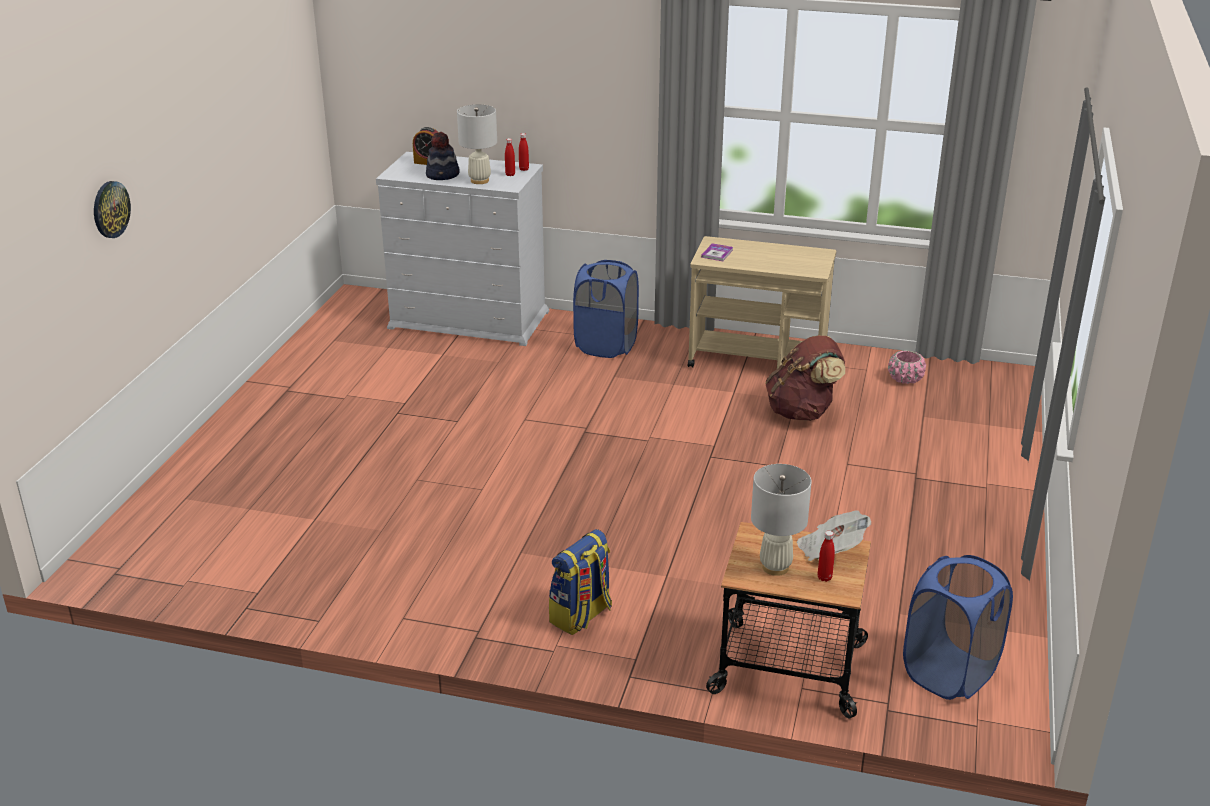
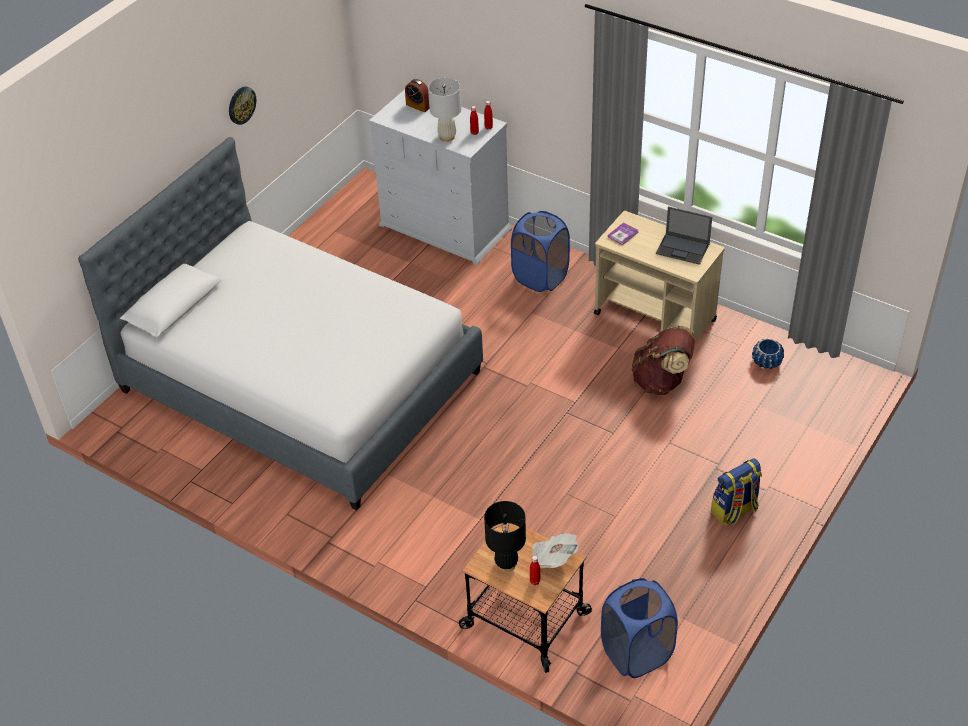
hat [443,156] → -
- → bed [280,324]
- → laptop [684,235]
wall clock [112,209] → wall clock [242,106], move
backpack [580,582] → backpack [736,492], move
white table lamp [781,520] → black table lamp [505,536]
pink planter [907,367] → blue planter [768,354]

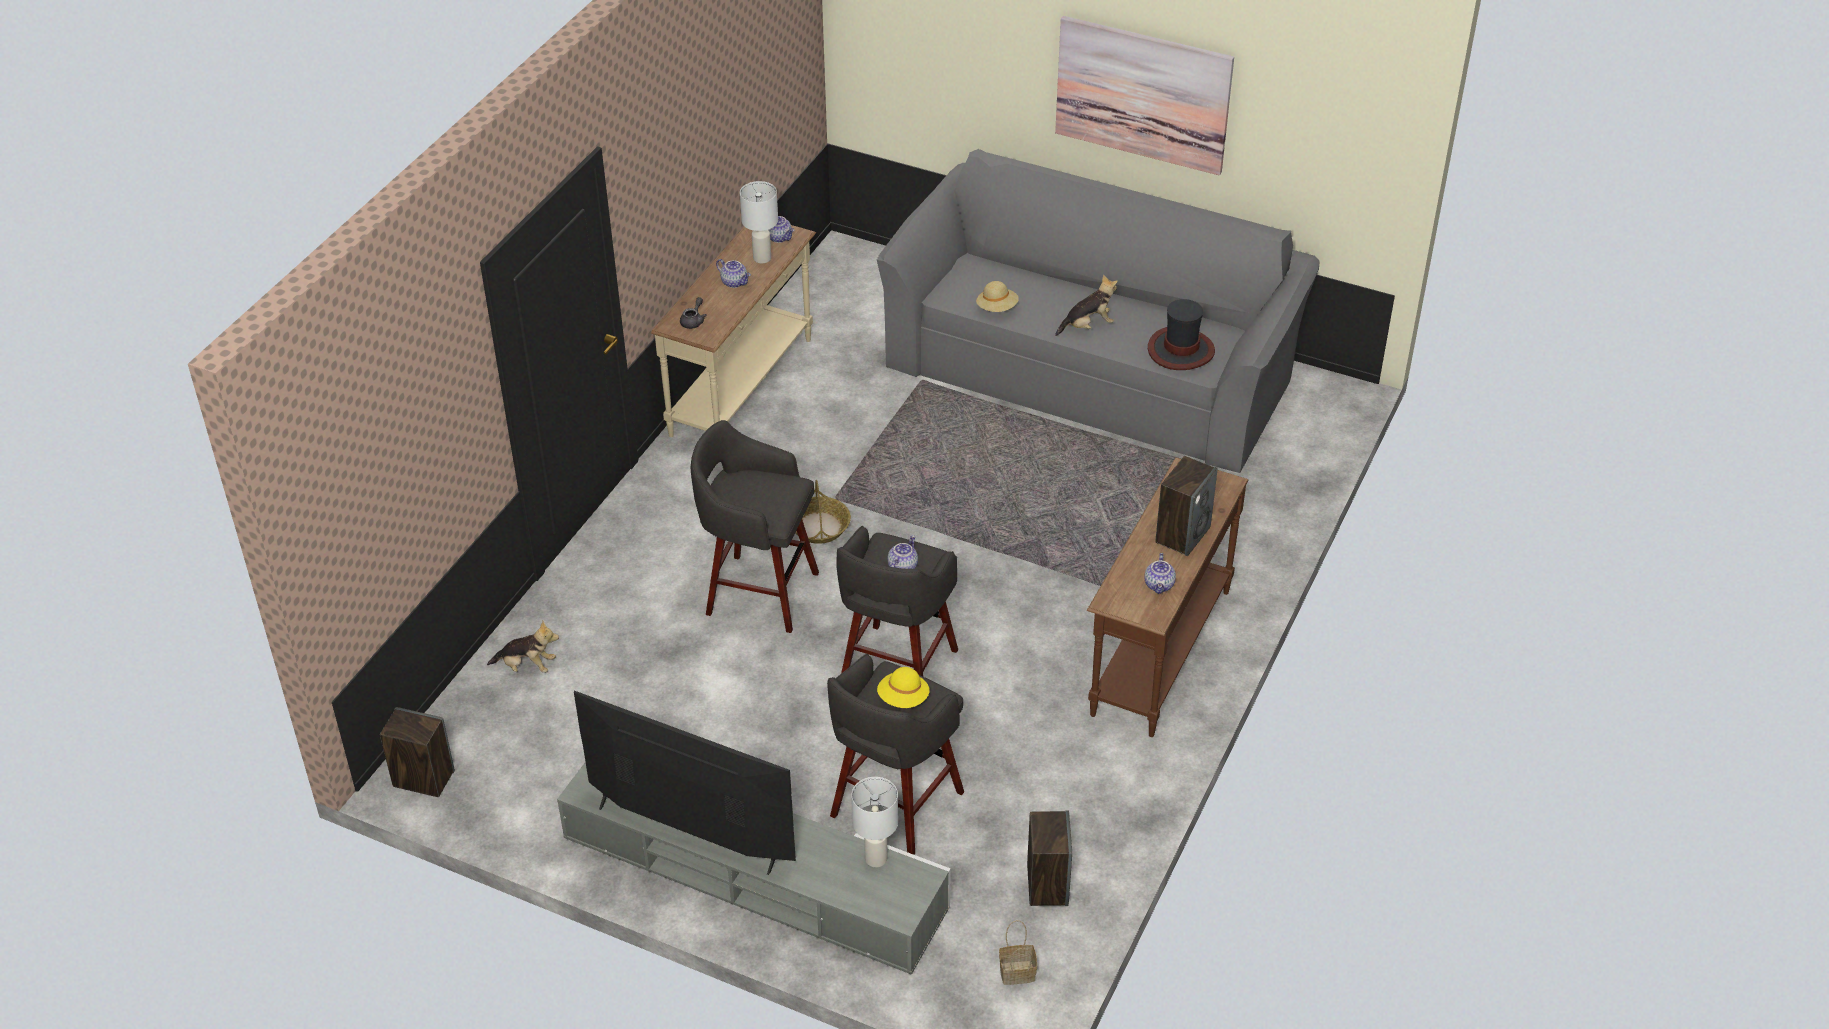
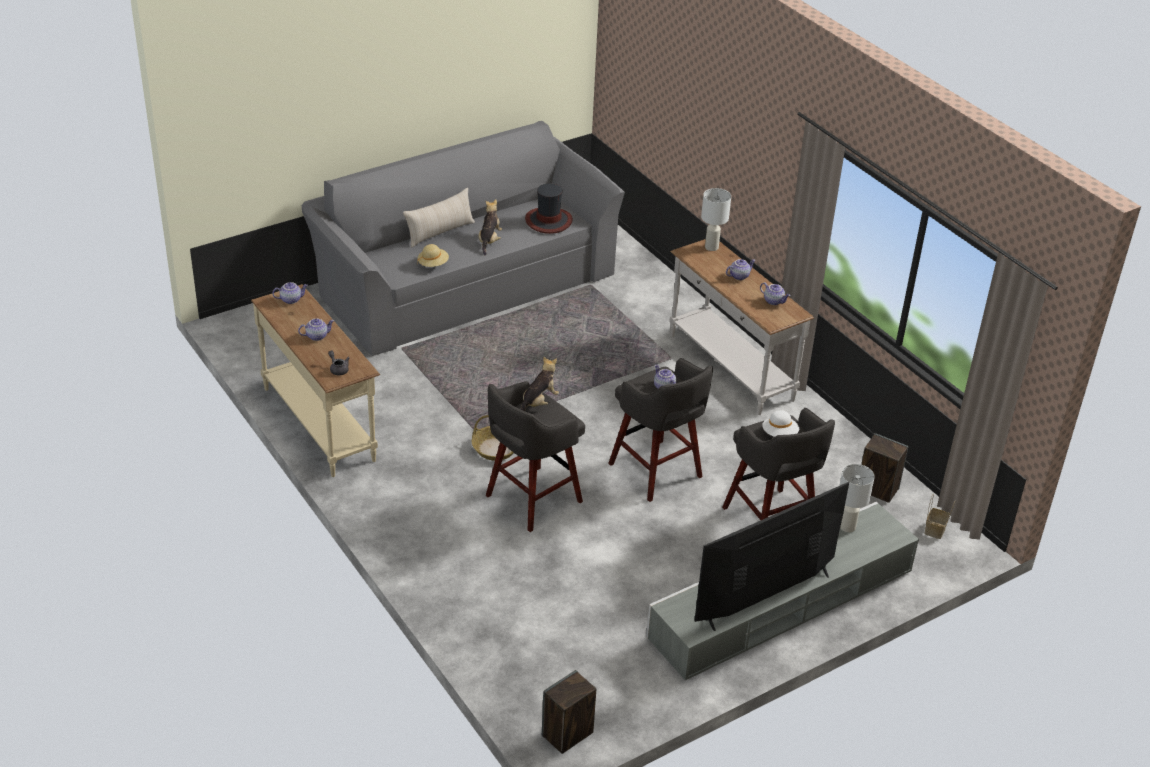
picture [1144,96] → -
- → beige pillow [439,217]
plush toy [523,647] → plush toy [539,384], move
white table lamp [759,222] → white table lamp [716,219], move
speaker [1186,506] → teapot [741,269]
yellow hat [903,687] → white hat [780,423]
brown console table [1168,597] → white console table [741,327]

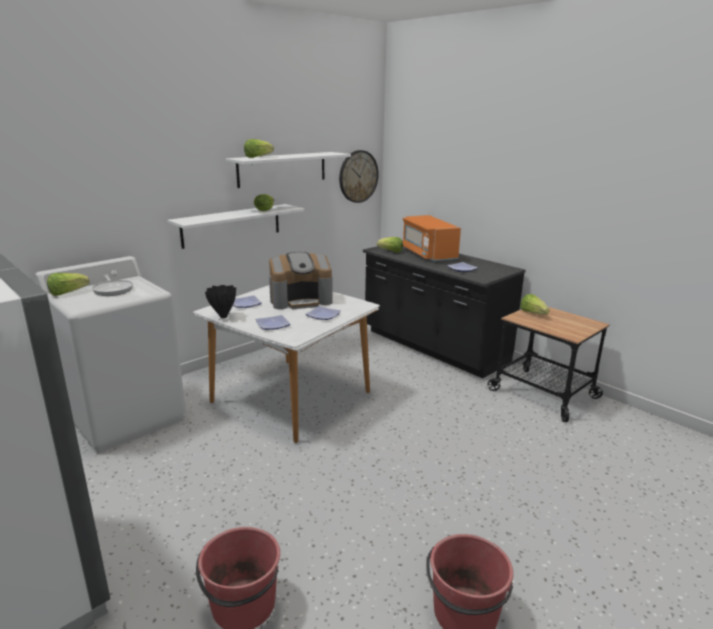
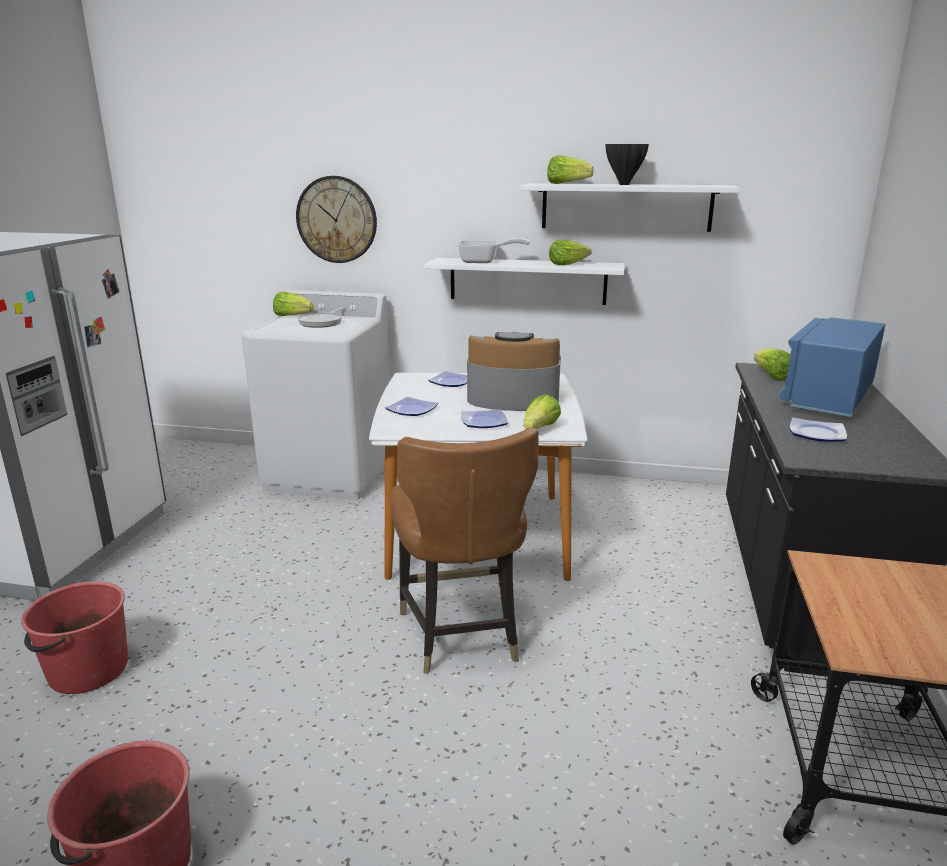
- → brown chair [464,550]
- → frying pan [493,250]
black vase [220,301] → black vase [627,164], move
wall clock [359,176] → wall clock [336,219], move
lettuce [534,304] → lettuce [542,411], move
orange microwave [432,238] → blue microwave [832,367]
coffee machine [301,280] → coffee machine [514,371], 150 degrees clockwise

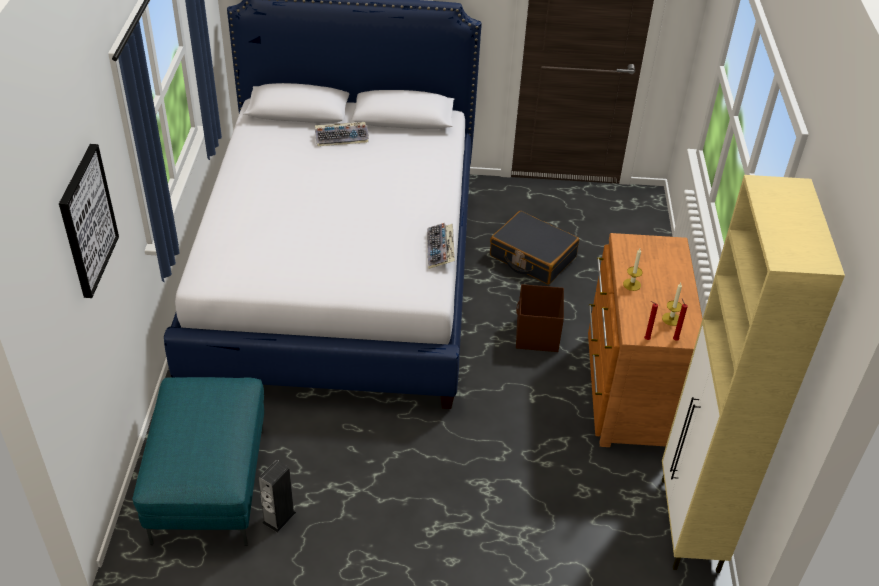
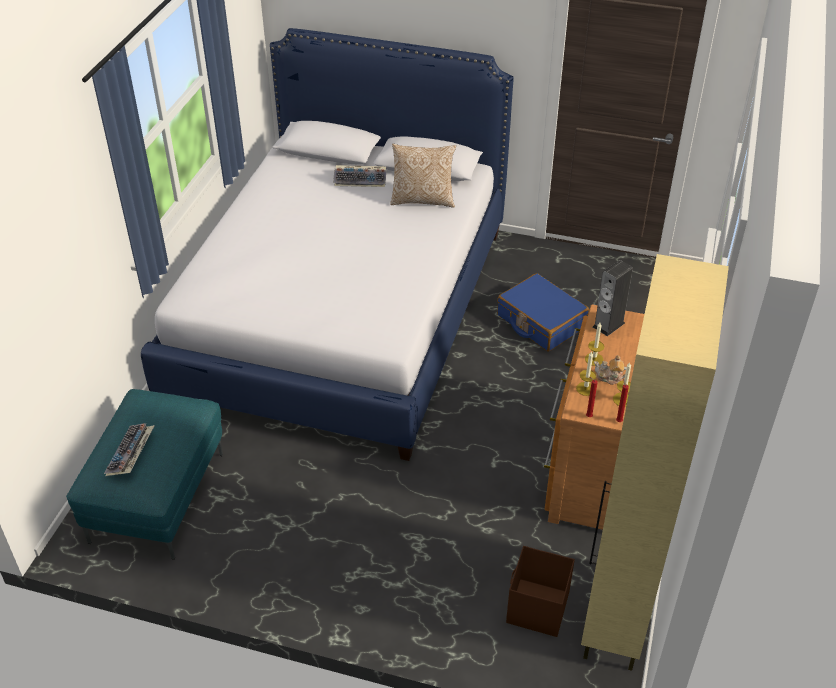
picture [89,221] → -
- → pillow [423,175]
- → candle [586,373]
- → teapot [610,370]
speaker [277,496] → speaker [613,298], move
keyboard [441,246] → keyboard [129,449], move
brown storage box [540,318] → brown storage box [540,591], move
black suitcase [534,247] → blue suitcase [543,312]

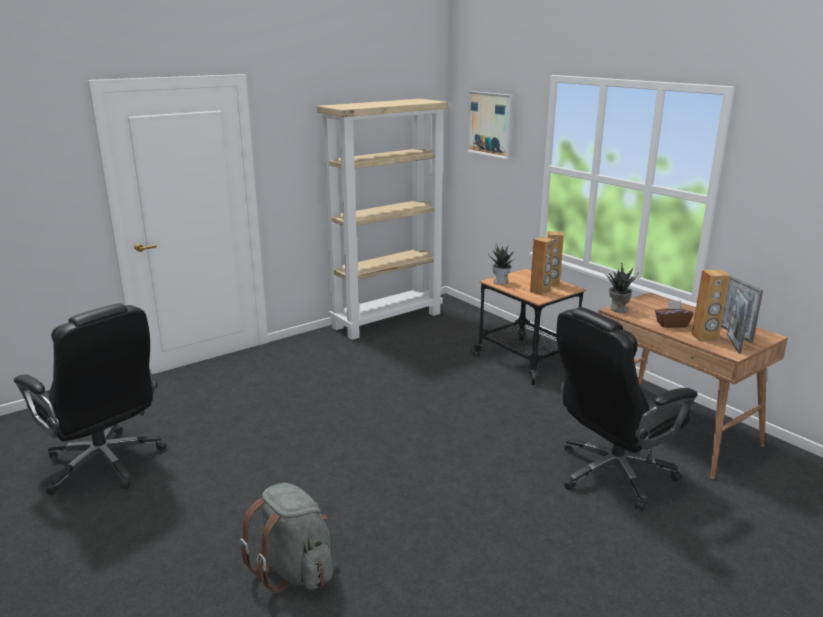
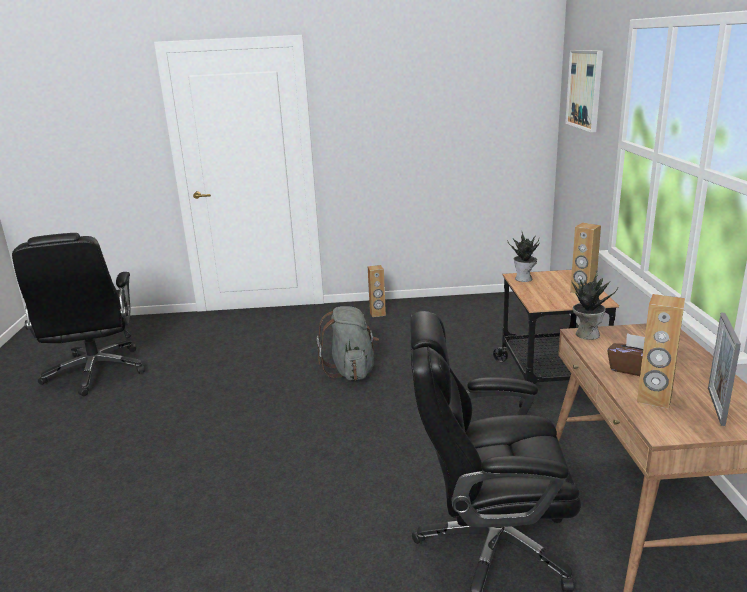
beige bookcase [383,219] → -
picture frame [739,319] → -
grey backpack [286,538] → grey backpack [348,343], move
brown speaker [542,266] → brown speaker [377,291], move

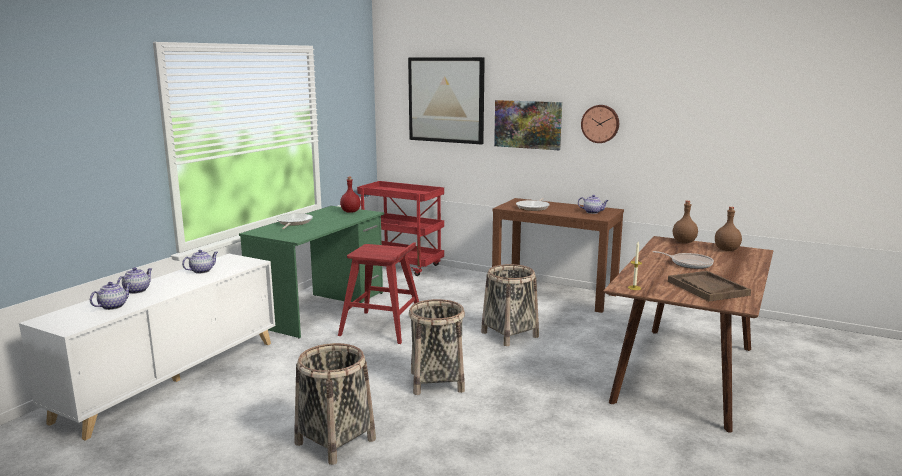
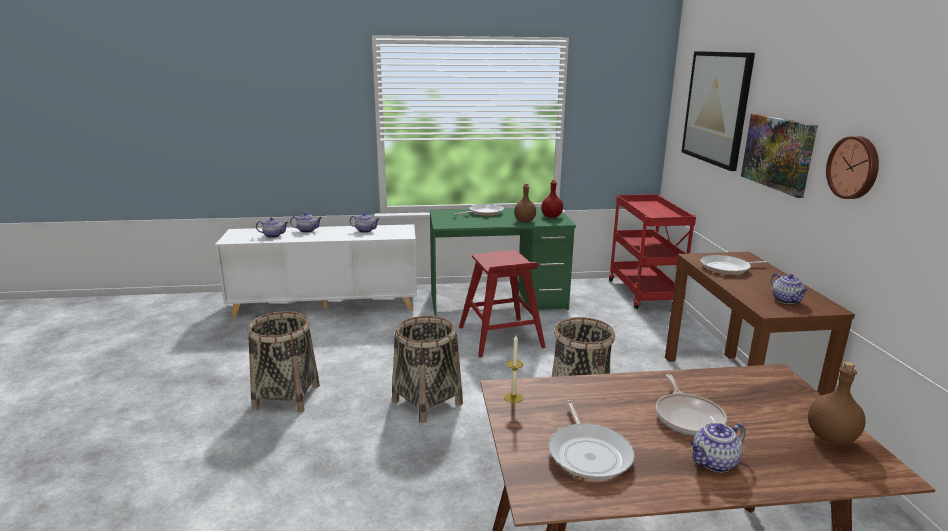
- → teapot [718,447]
brown bottle [685,222] → brown bottle [525,202], move
brown tray [709,286] → frying pan [591,440]

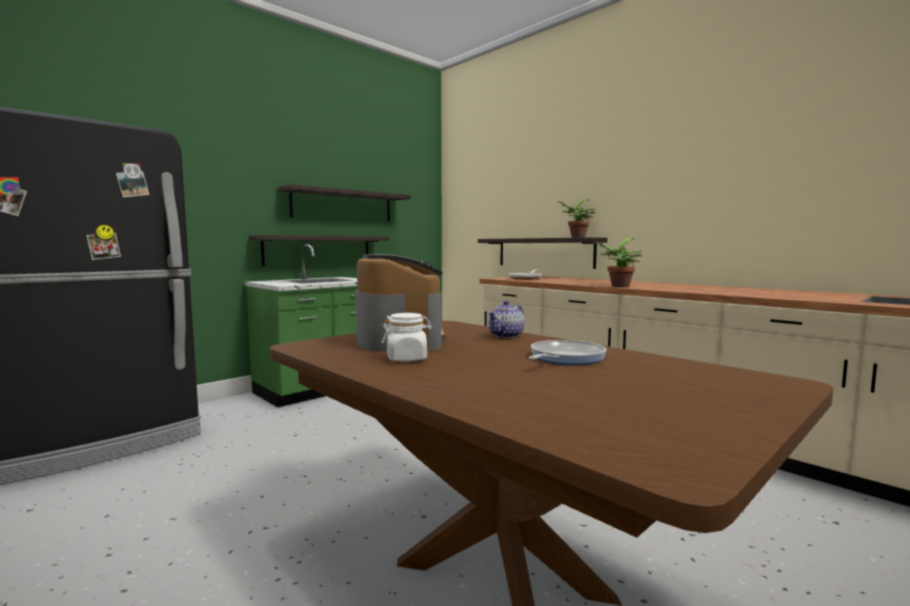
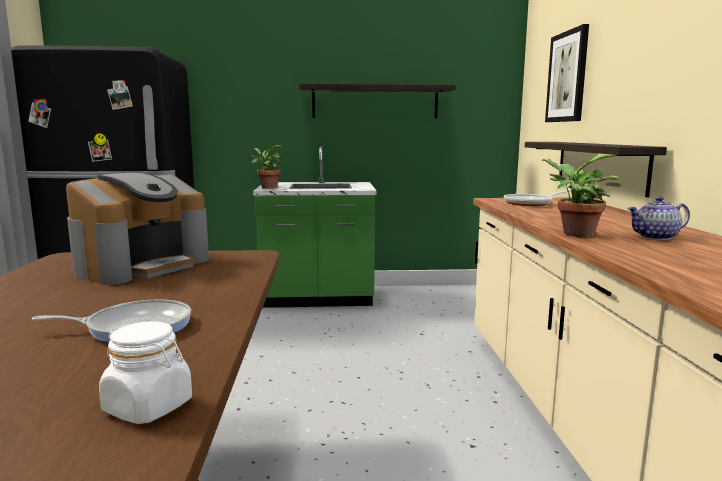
shelf [319,250] → -
- → picture [567,73]
white jar [407,337] → white jar [145,372], move
teapot [506,319] → teapot [658,218], move
potted plant [576,218] → potted plant [266,167], move

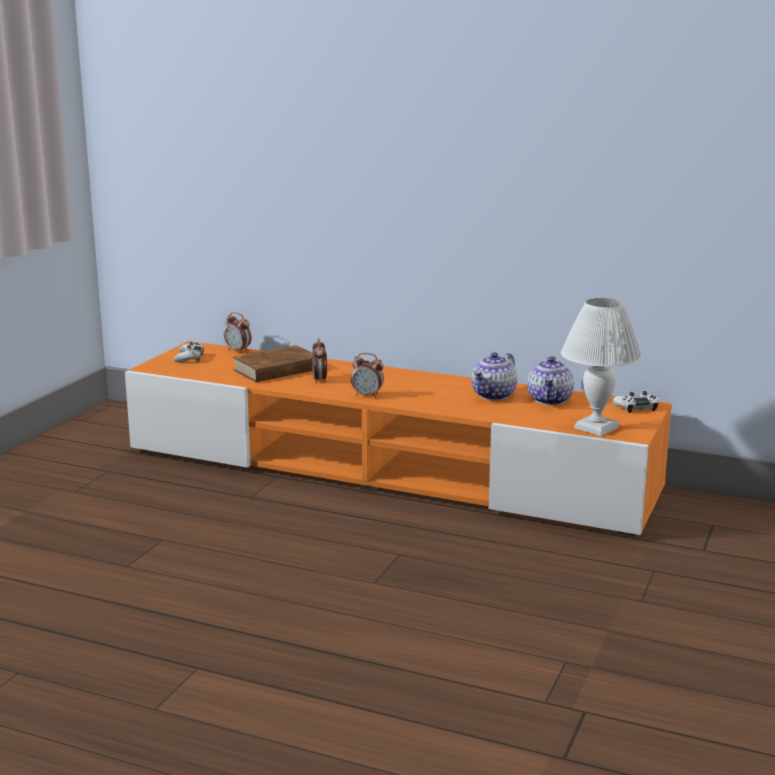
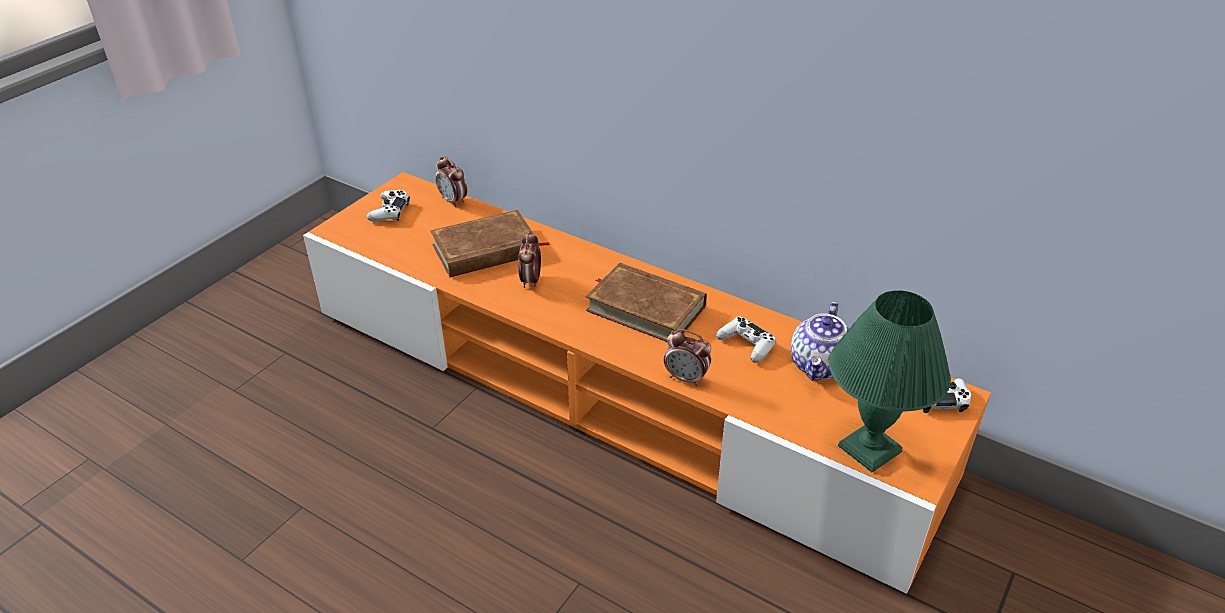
- → brown book [646,302]
alarm clock [367,375] → alarm clock [687,357], move
teapot [494,376] → white game controller [746,340]
white table lamp [601,367] → green table lamp [890,381]

